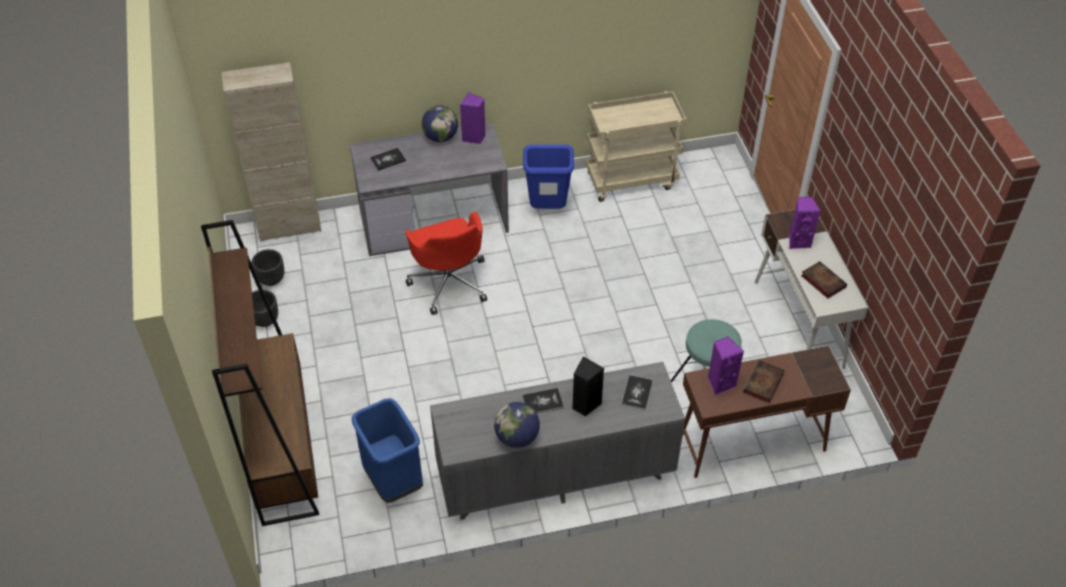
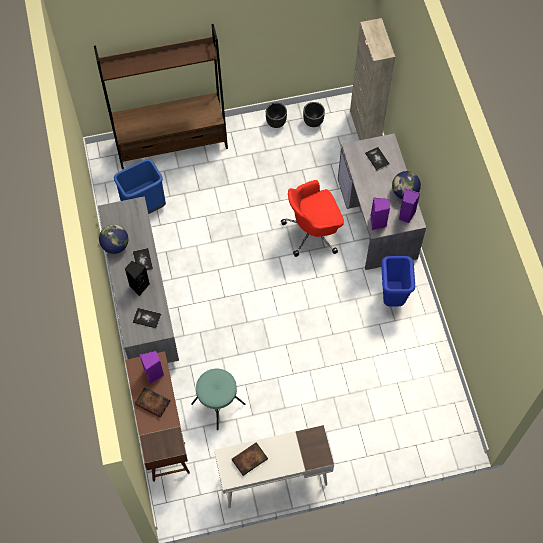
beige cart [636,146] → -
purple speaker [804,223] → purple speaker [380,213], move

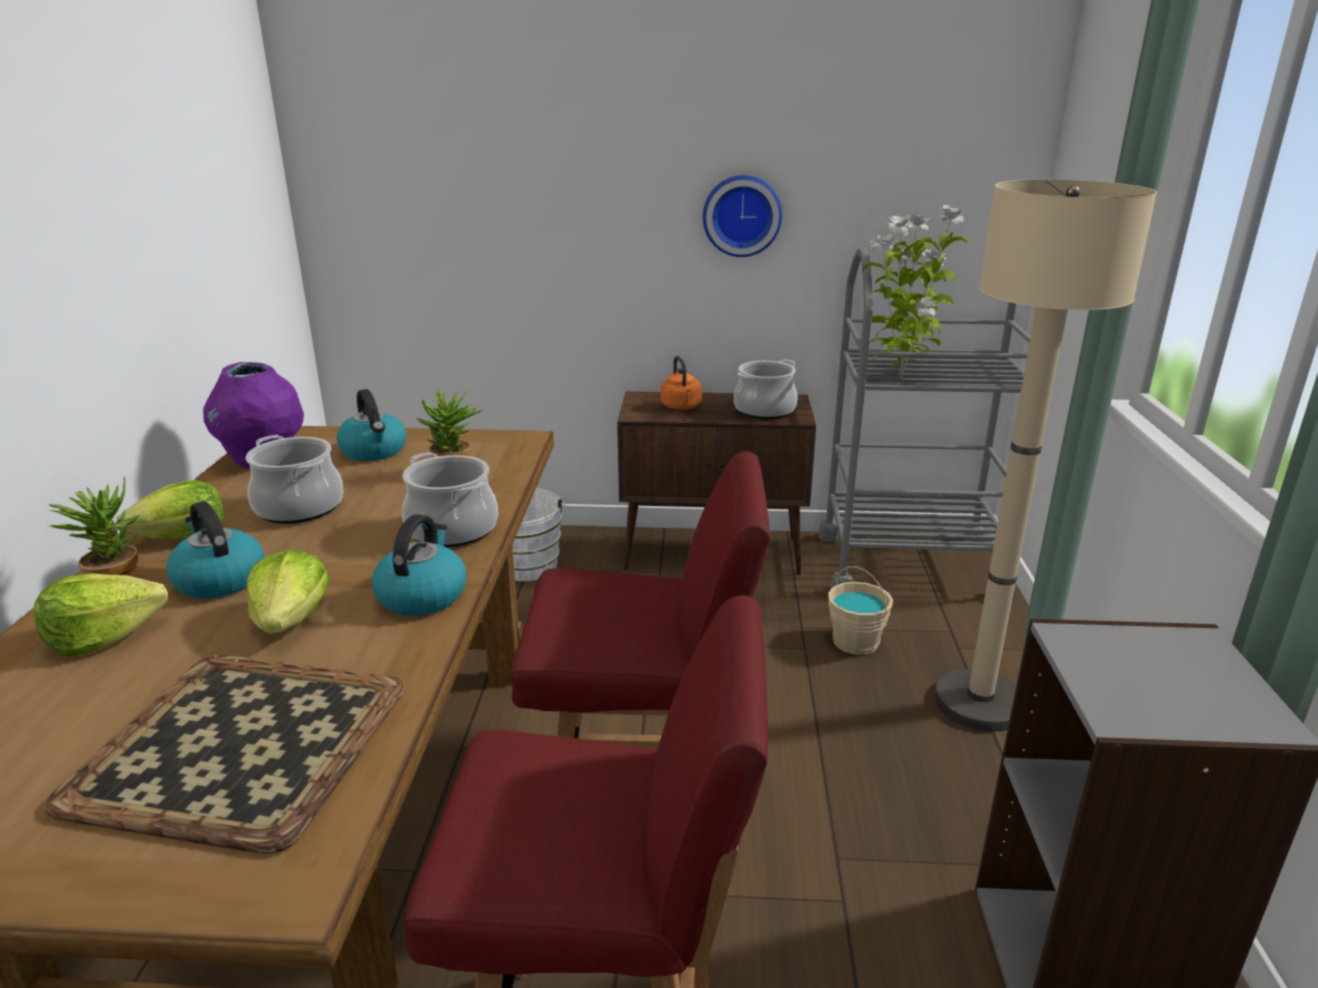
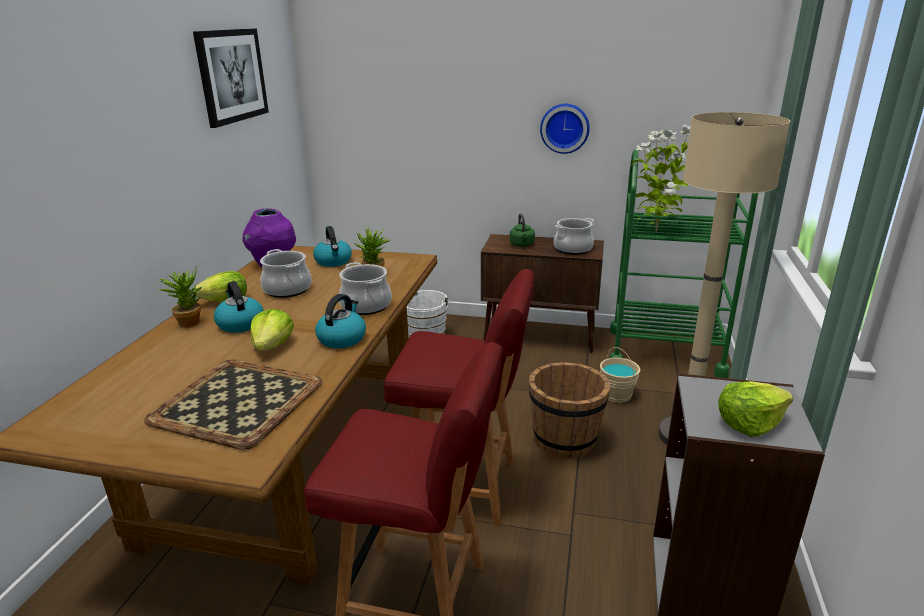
- → picture [231,78]
- → brown bucket [569,410]
lettuce [100,615] → lettuce [755,409], move
orange kettle [681,383] → green kettle [522,230]
grey cart [925,424] → green cart [683,264]

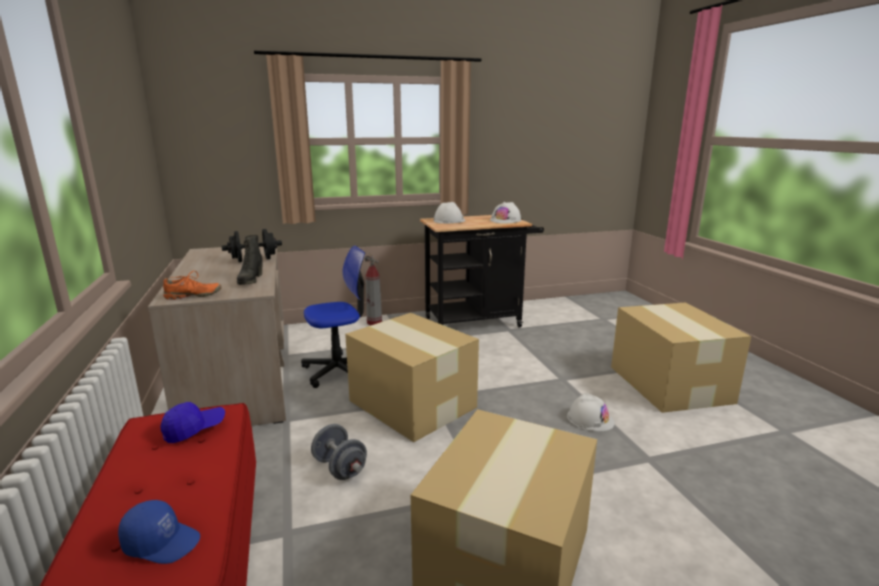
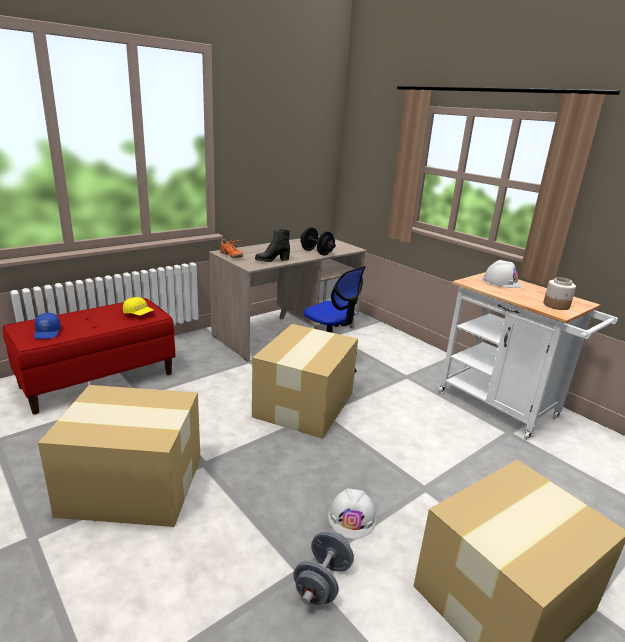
fire extinguisher [373,289] → -
grey dumbbell [339,452] → grey dumbbell [323,568], move
white hard hat [505,213] → jar [559,294]
blue cap [192,422] → yellow cap [138,306]
black cart [482,271] → white cart [528,356]

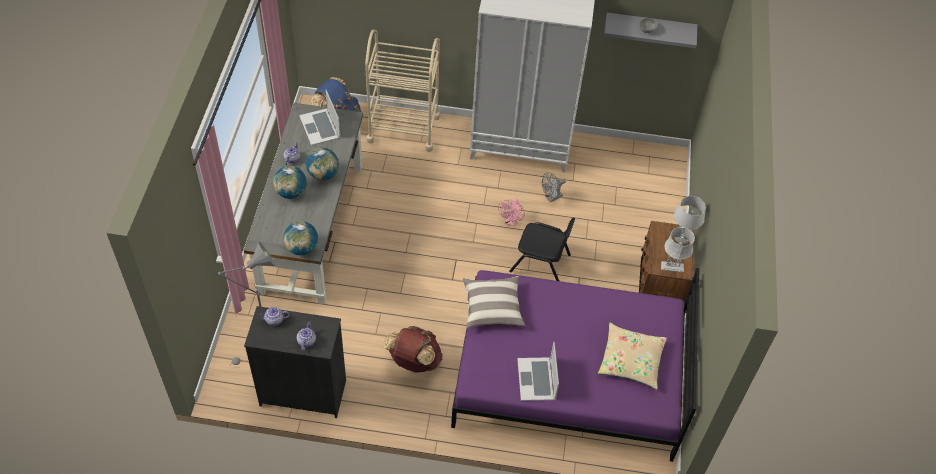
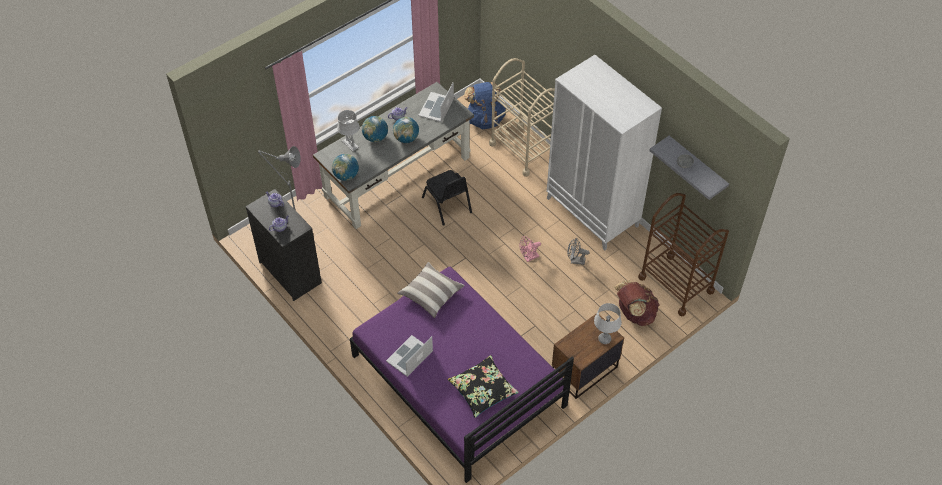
- → brown cart [683,255]
brown backpack [413,349] → brown backpack [636,303], move
black chair [542,249] → black chair [447,198], move
grey table lamp [678,250] → grey table lamp [348,130], move
beige pillow [632,356] → black pillow [483,386]

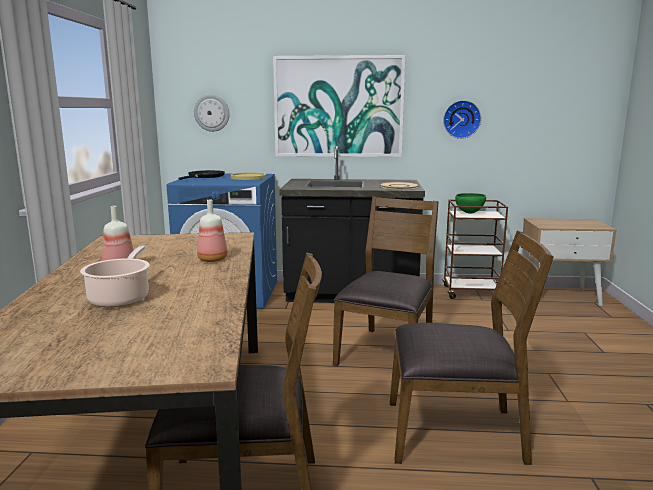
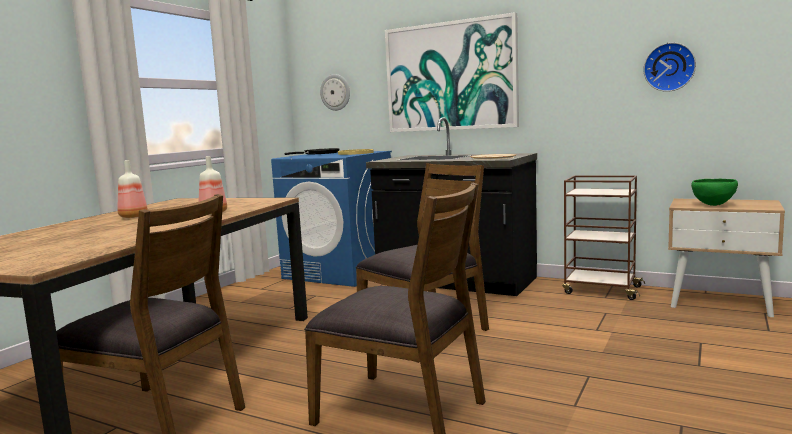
cooking pot [115,277] → -
wall clock [462,119] → wall clock [670,67], move
green bowl [470,203] → green bowl [714,192], move

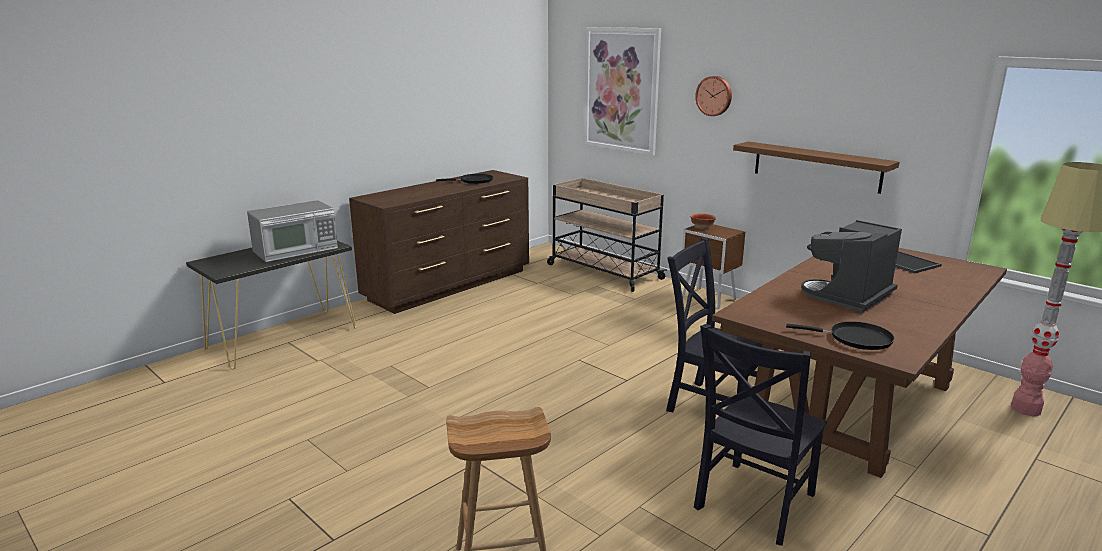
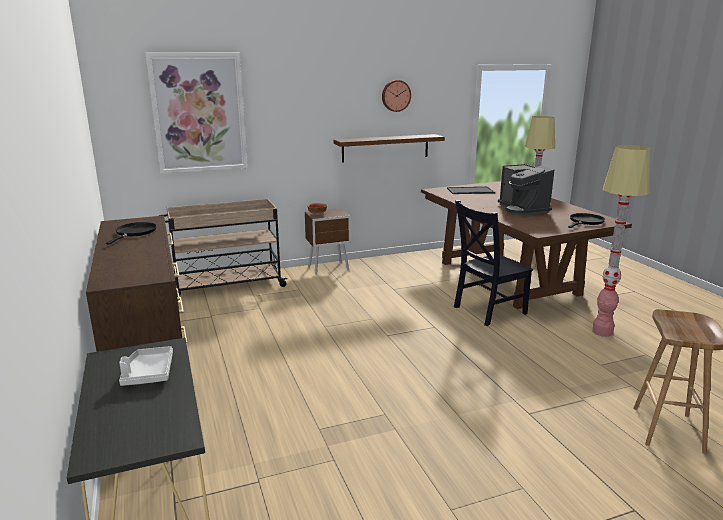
wall clock [713,96] → wall clock [396,96], move
microwave [292,231] → grey tray [146,366]
black chair [760,435] → floor lamp [621,241]

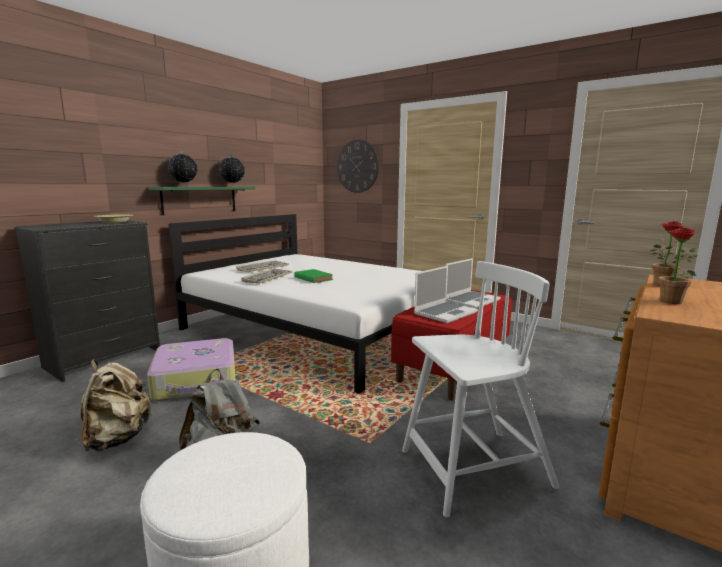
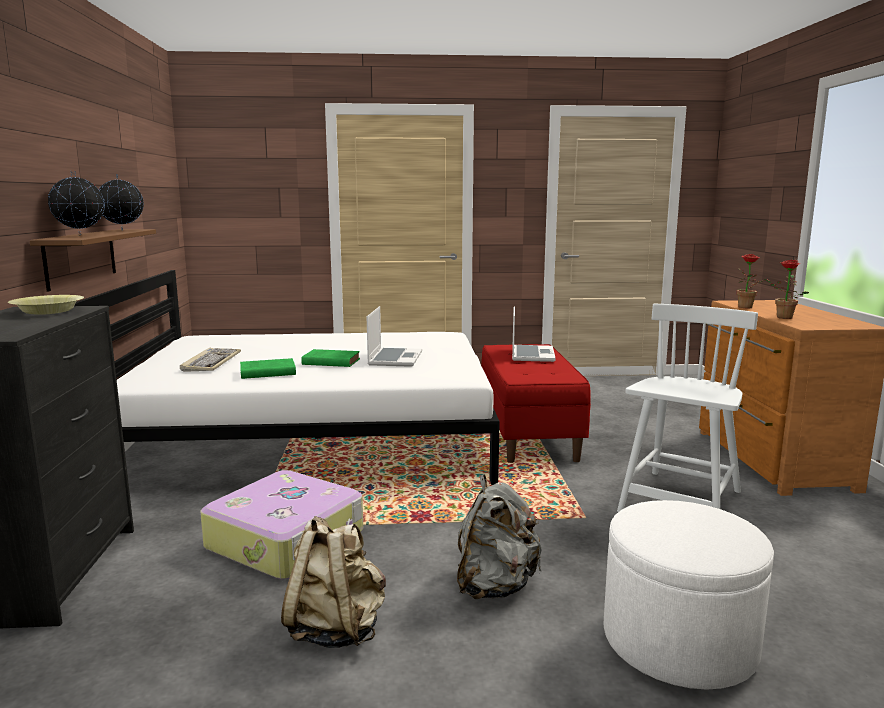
wall clock [358,166] → -
laptop [446,294] → laptop [394,336], move
keyboard [266,275] → green book [268,368]
green shelf [202,201] → brown shelf [92,260]

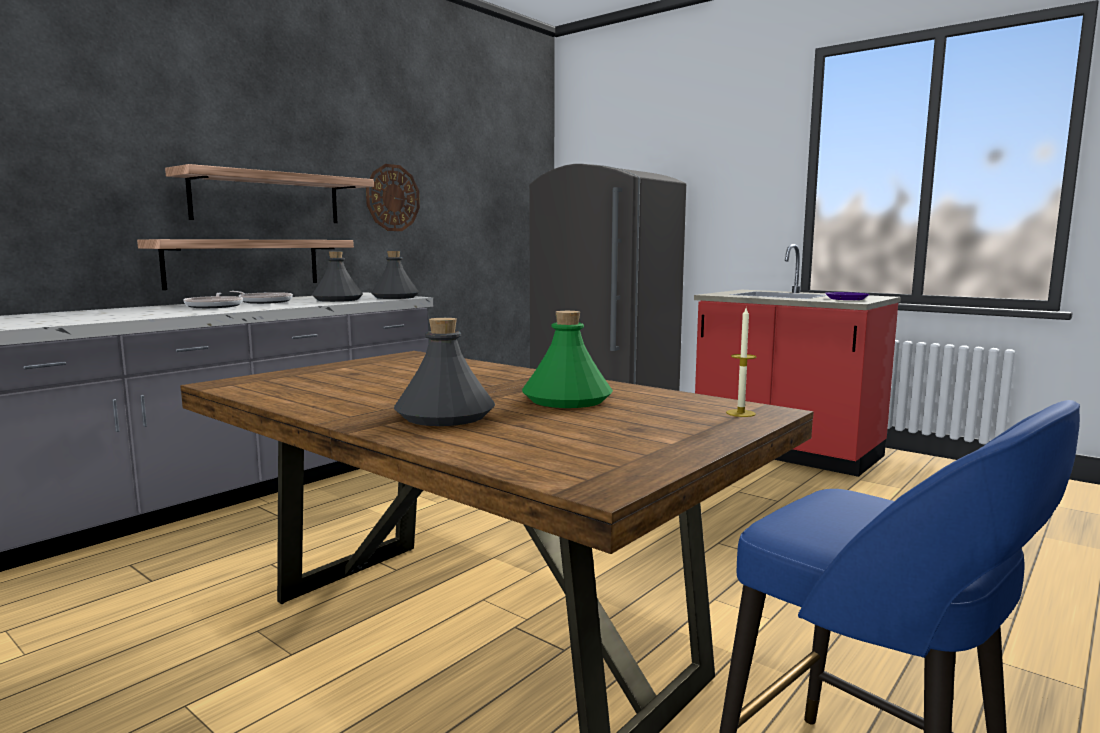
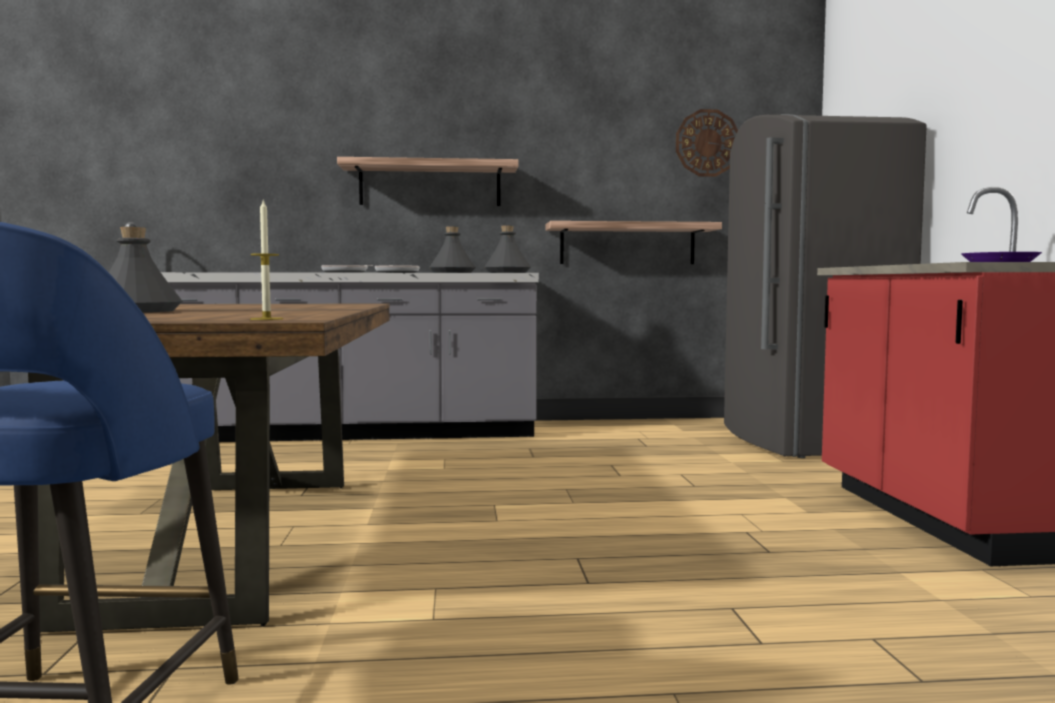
green bottle [567,359] → -
shelf [245,264] → shelf [634,242], move
wall clock [393,197] → wall clock [707,143], move

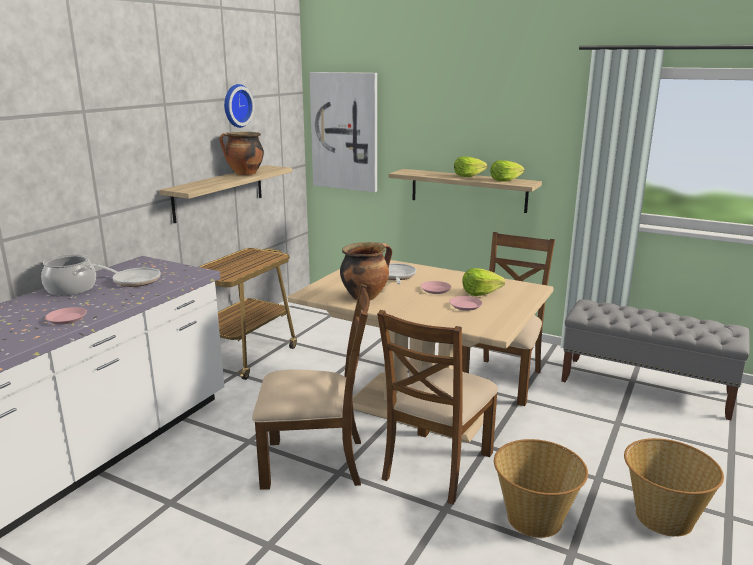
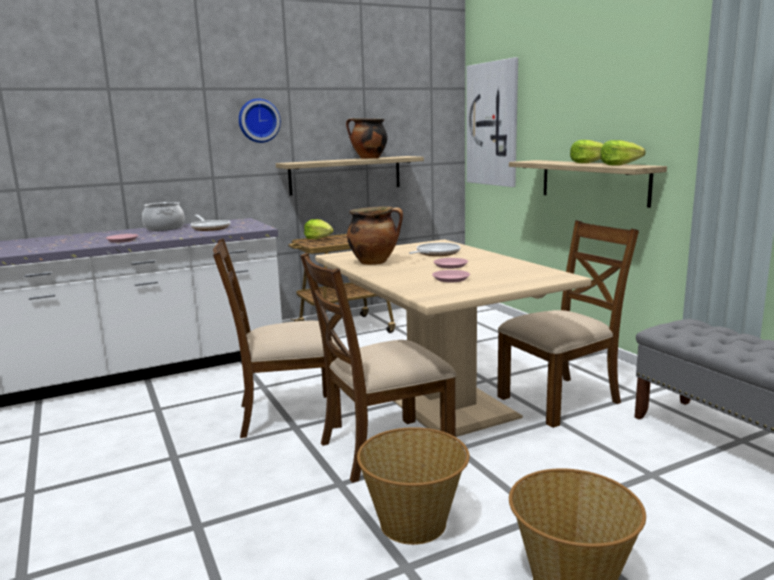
wall clock [239,106] → wall clock [260,121], move
lettuce [484,282] → lettuce [319,229], move
brown chair [311,387] → brown chair [277,338], 135 degrees clockwise

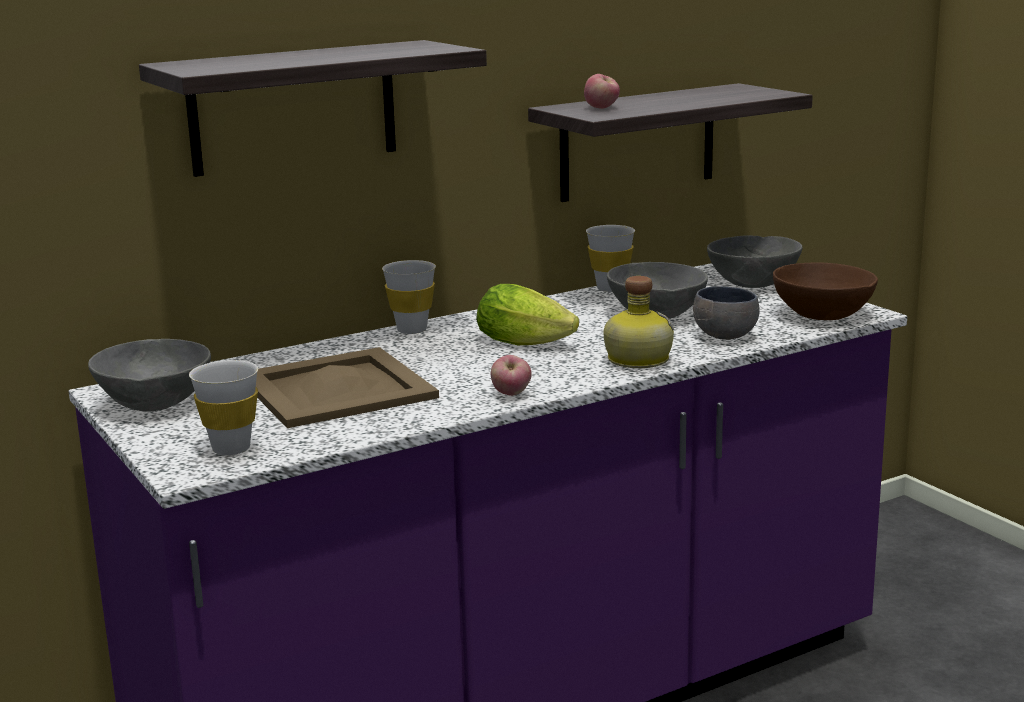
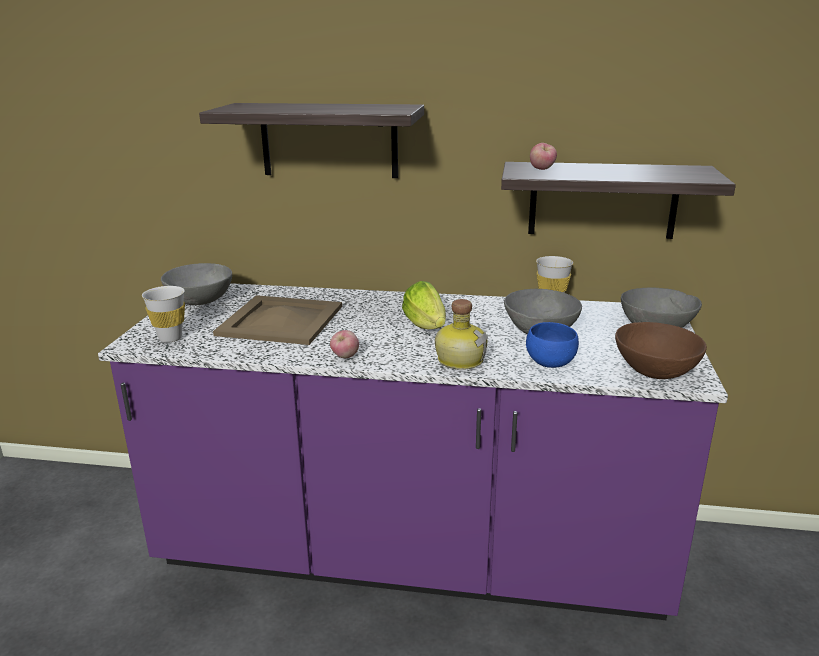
white cup [409,297] → -
grey bowl [726,313] → blue bowl [552,345]

